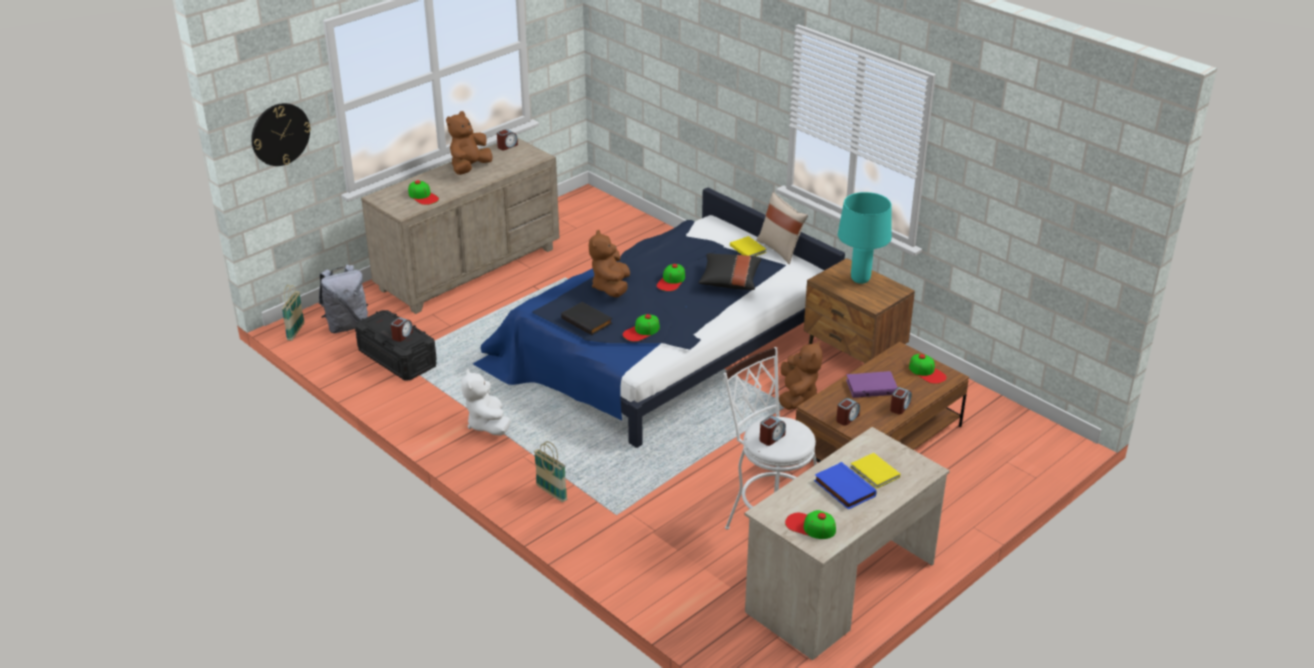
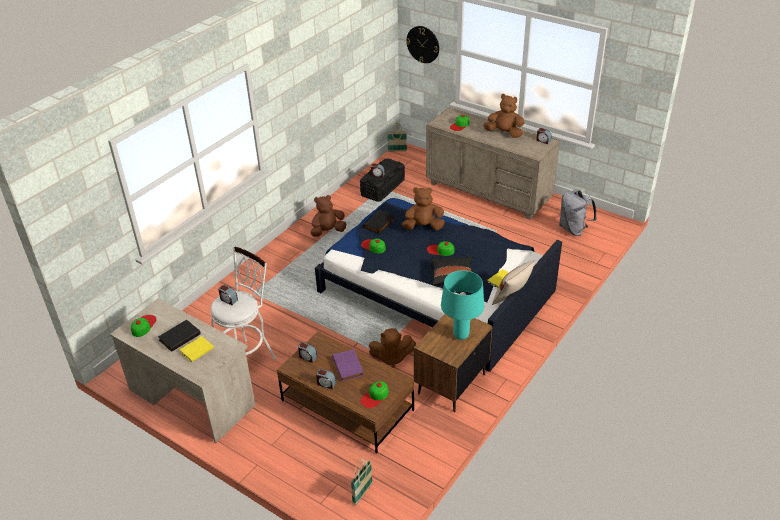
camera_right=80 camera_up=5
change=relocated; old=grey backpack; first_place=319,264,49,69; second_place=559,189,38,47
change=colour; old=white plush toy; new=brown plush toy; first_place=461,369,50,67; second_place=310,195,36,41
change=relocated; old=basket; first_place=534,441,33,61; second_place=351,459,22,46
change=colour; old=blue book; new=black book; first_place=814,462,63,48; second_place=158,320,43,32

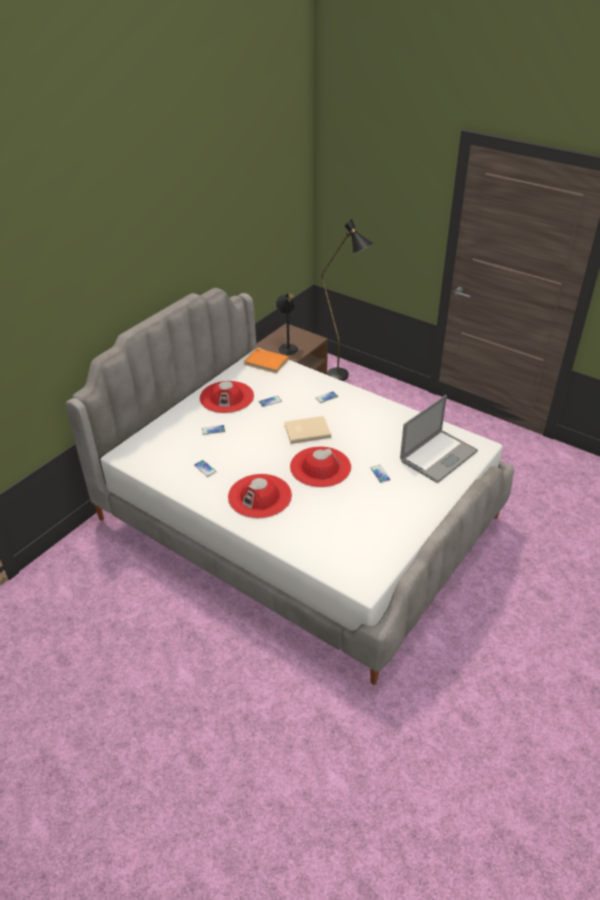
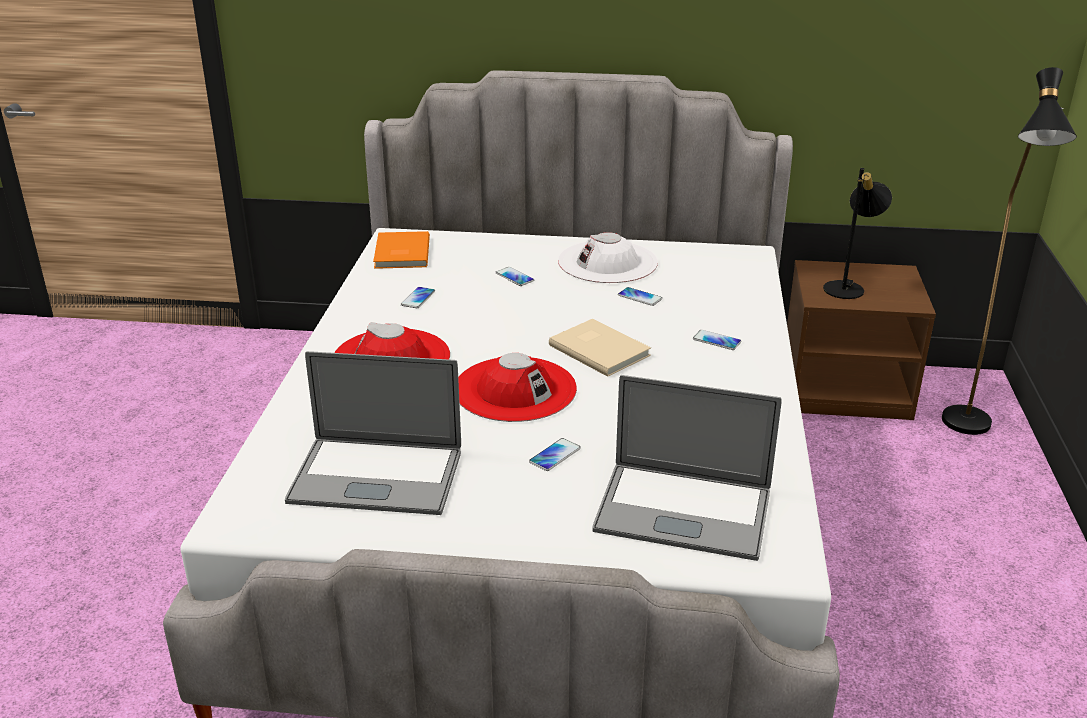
camera_right=60 camera_up=-10
change=relocated; old=orange book; first_place=244,348,45,25; second_place=373,231,57,38
change=colour; old=red hat; new=white hat; first_place=200,381,54,32; second_place=558,232,100,51
change=appeared; new=laptop; second_place=285,351,176,164

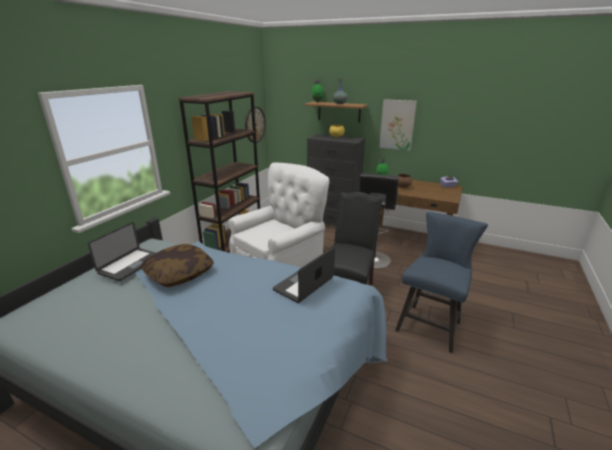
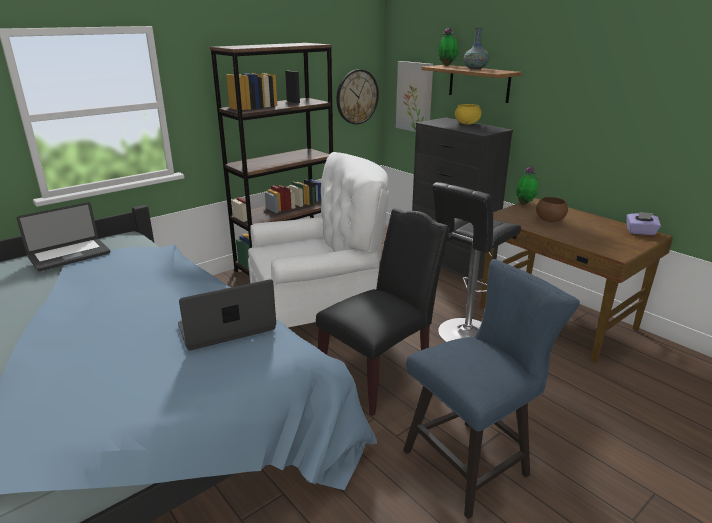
camera_right=25 camera_up=0
change=relocated; old=picture; first_place=379,99,38,52; second_place=396,61,37,71
change=missing; old=pillow; first_place=141,244,73,43

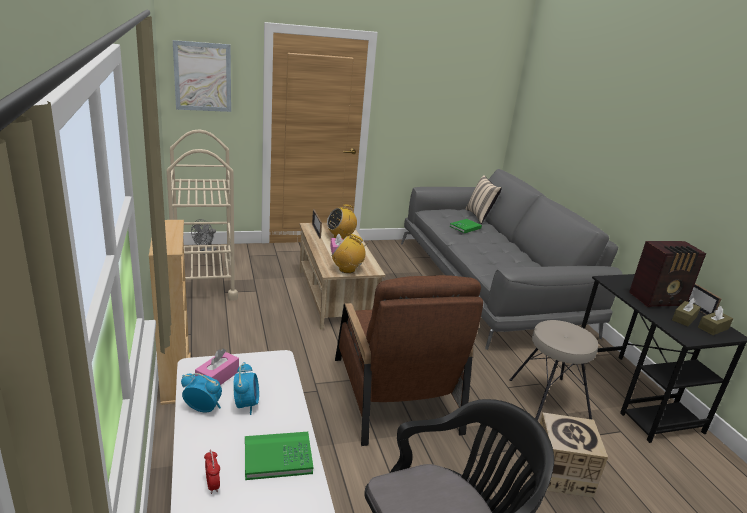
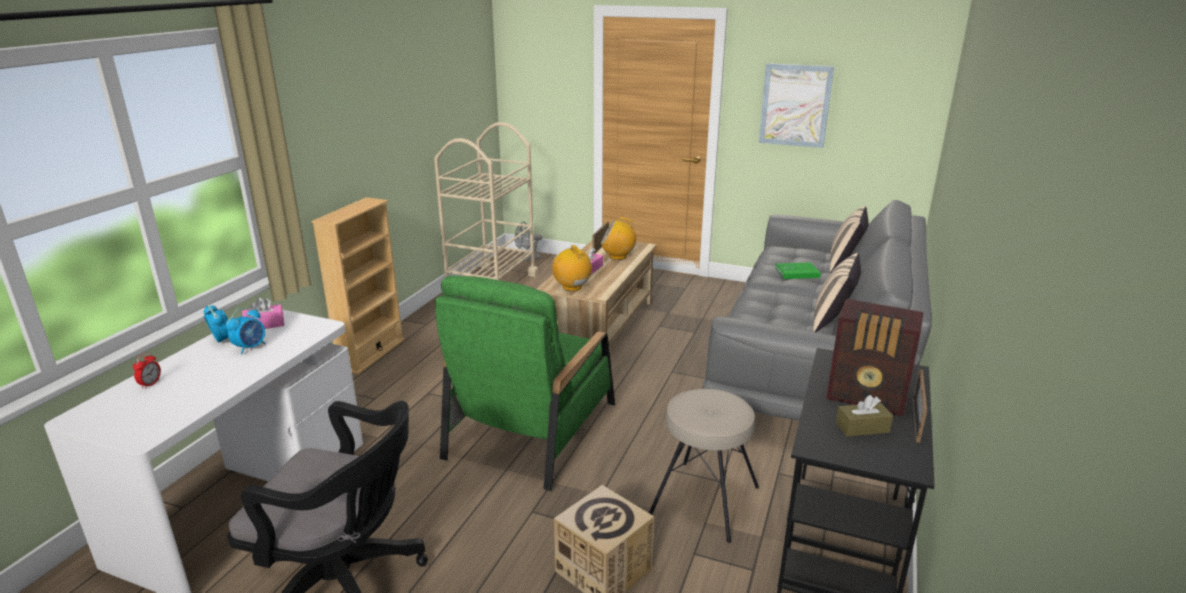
camera_right=40 camera_up=0
change=relocated; old=picture; first_place=173,40,58,72; second_place=759,63,75,85
change=colour; old=brown armchair; new=green armchair; first_place=335,275,148,171; second_place=435,276,180,215
change=missing; old=brown tissue box; first_place=698,306,35,29
change=missing; old=green book; first_place=245,432,68,48
change=appeared; new=beige pillow; second_place=813,253,48,79

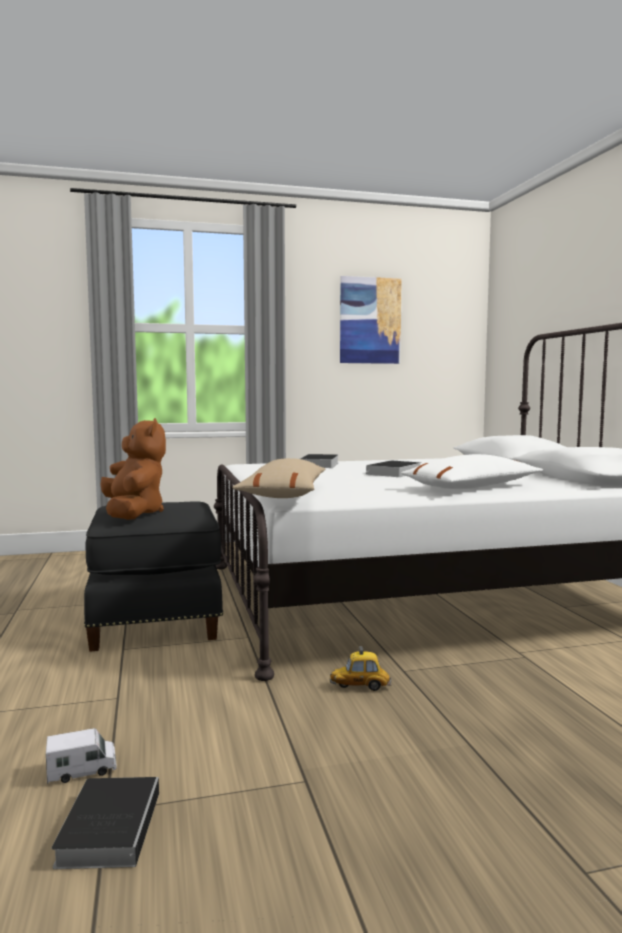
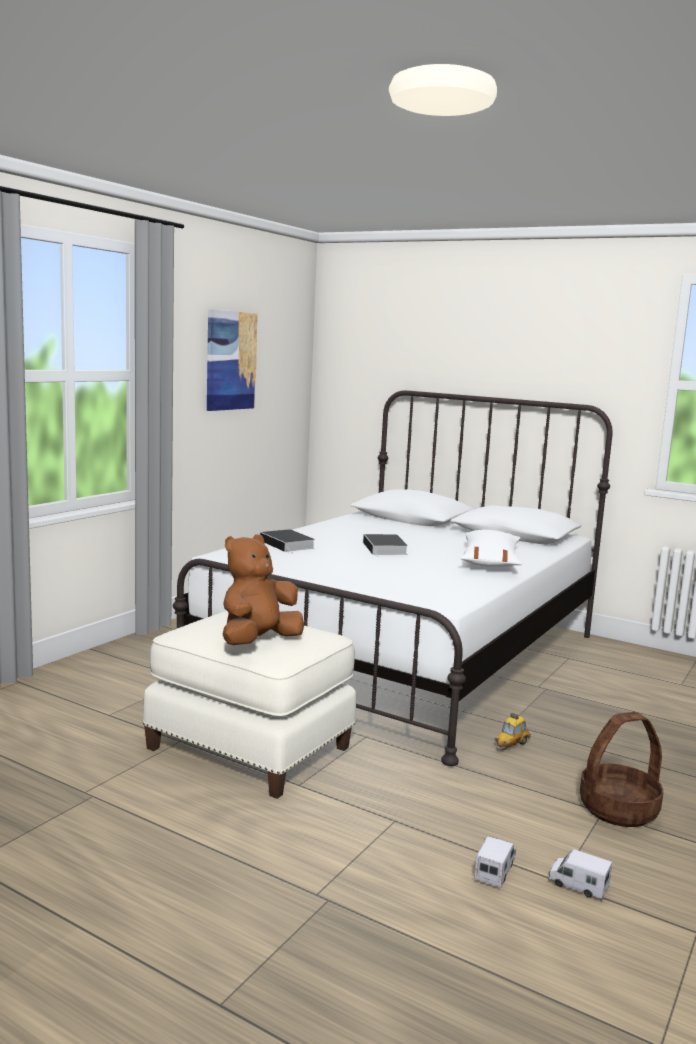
camera_right=-45 camera_up=5
change=spun; old=brown plush toy; first_place=100,418,66,102; second_place=223,534,81,111; degrees=-75
change=missing; old=beige pillow; first_place=232,458,93,40
change=colour; old=black ottoman; new=white ottoman; first_place=84,501,139,151; second_place=143,611,213,188
change=exchanged; old=book; new=toy truck; first_place=52,777,107,92; second_place=548,849,64,51
change=appeared; new=basket; second_place=580,712,84,115

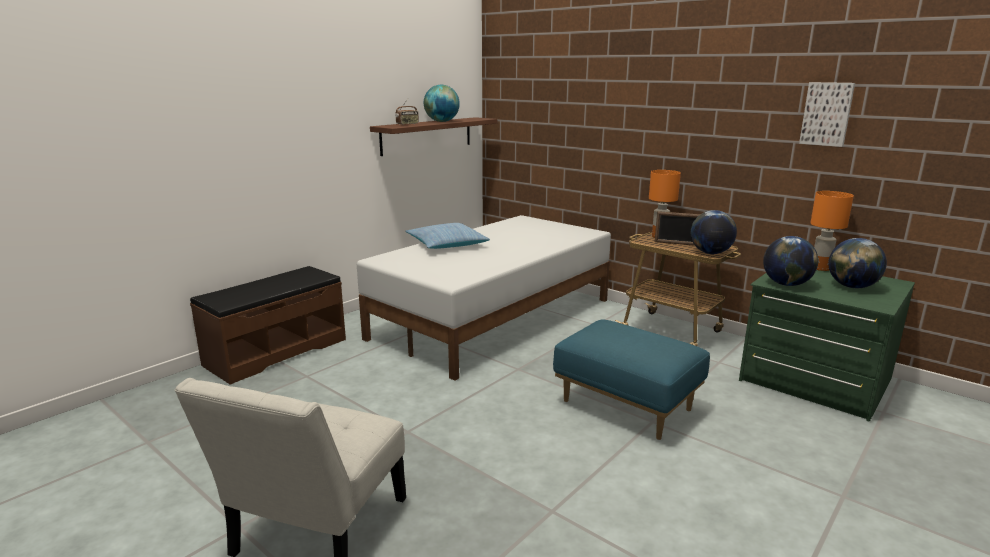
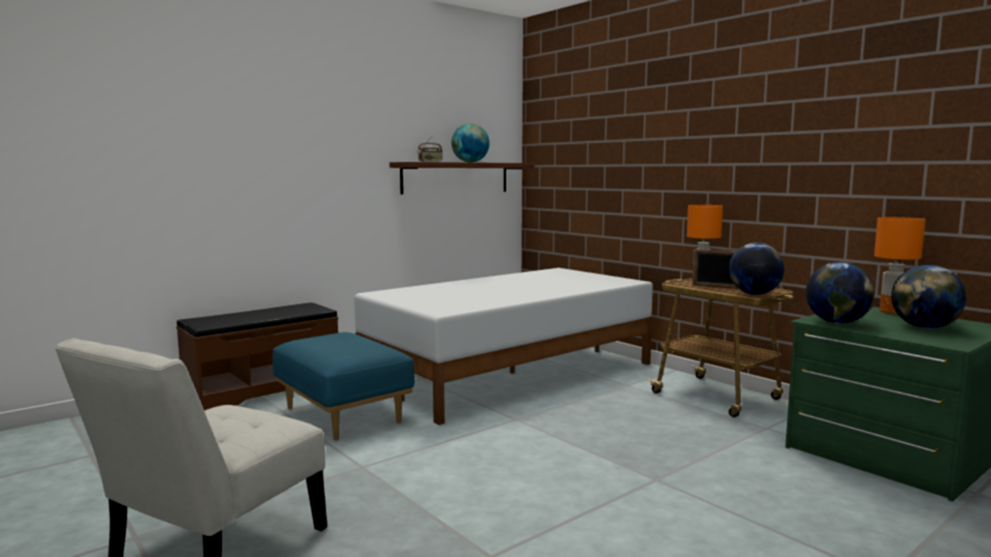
camera_right=10 camera_up=-10
change=missing; old=picture; first_place=799,82,56,65
change=missing; old=pillow; first_place=405,223,85,26
change=relocated; old=blue ottoman; first_place=553,320,157,120; second_place=273,332,142,109

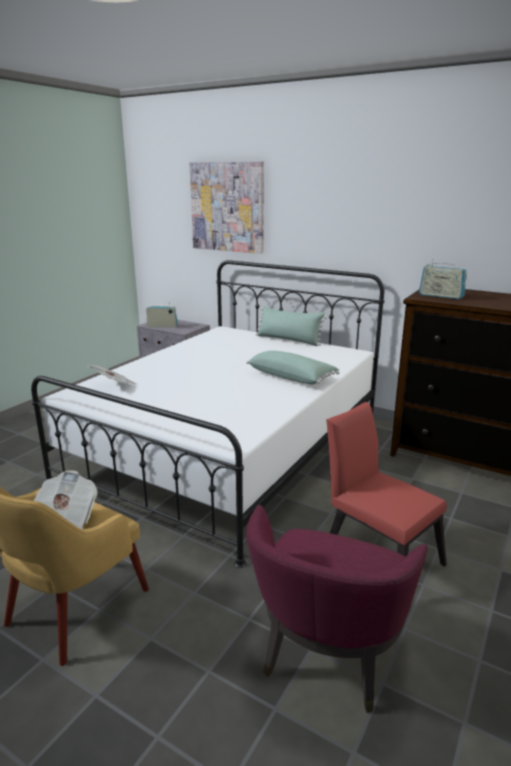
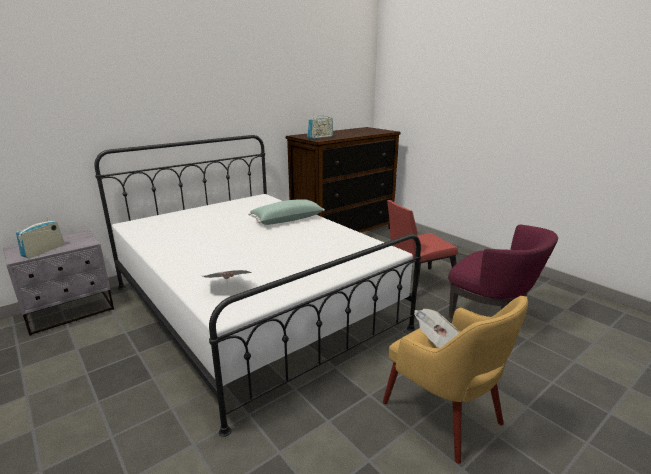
camera_right=-70 camera_up=0
change=missing; old=picture; first_place=190,161,74,93
change=missing; old=green pillow; first_place=256,306,71,40

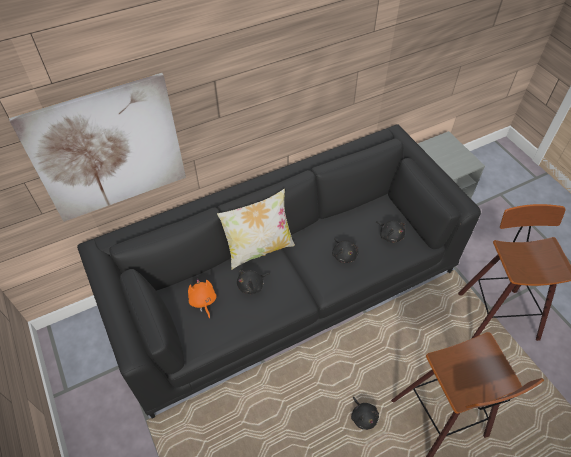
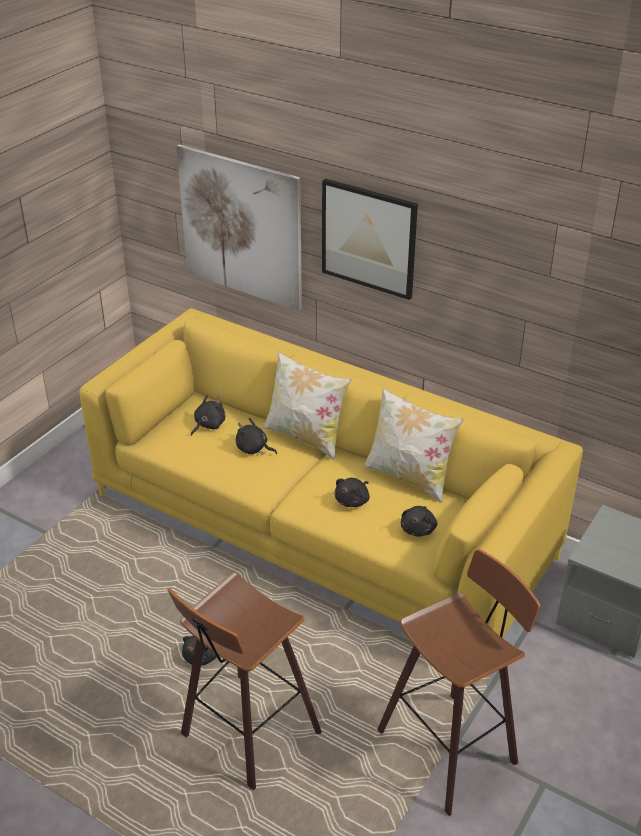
camera_right=60 camera_up=-15
change=colour; old=black sofa; new=yellow sofa; first_place=77,124,404,295; second_place=80,308,503,330
change=colour; old=orange plush toy; new=black plush toy; first_place=188,278,29,41; second_place=191,395,34,41
change=appeared; new=picture; second_place=322,179,96,121
change=appeared; new=pillow; second_place=364,387,100,116

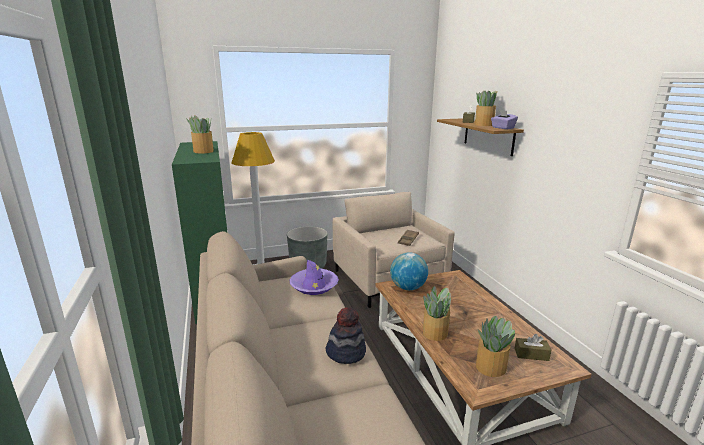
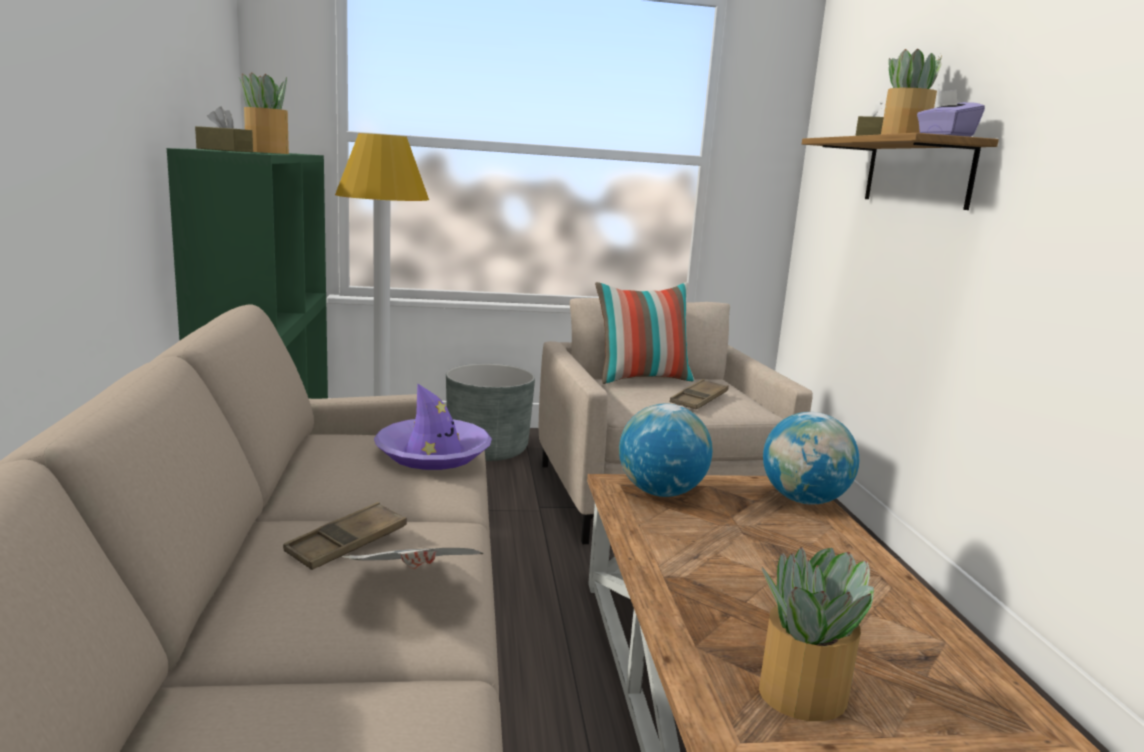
camera_right=10 camera_up=-5
change=missing; old=potted plant; first_place=423,286,28,55
change=exchanged; old=hat; new=newspaper; first_place=325,307,41,57; second_place=341,548,143,21
change=relocated; old=brown tissue box; first_place=515,334,37,27; second_place=195,106,58,46
change=appeared; new=pillow; second_place=595,282,100,102
change=appeared; new=globe; second_place=763,412,96,93
change=appeared; new=brown tray; second_place=283,502,124,68

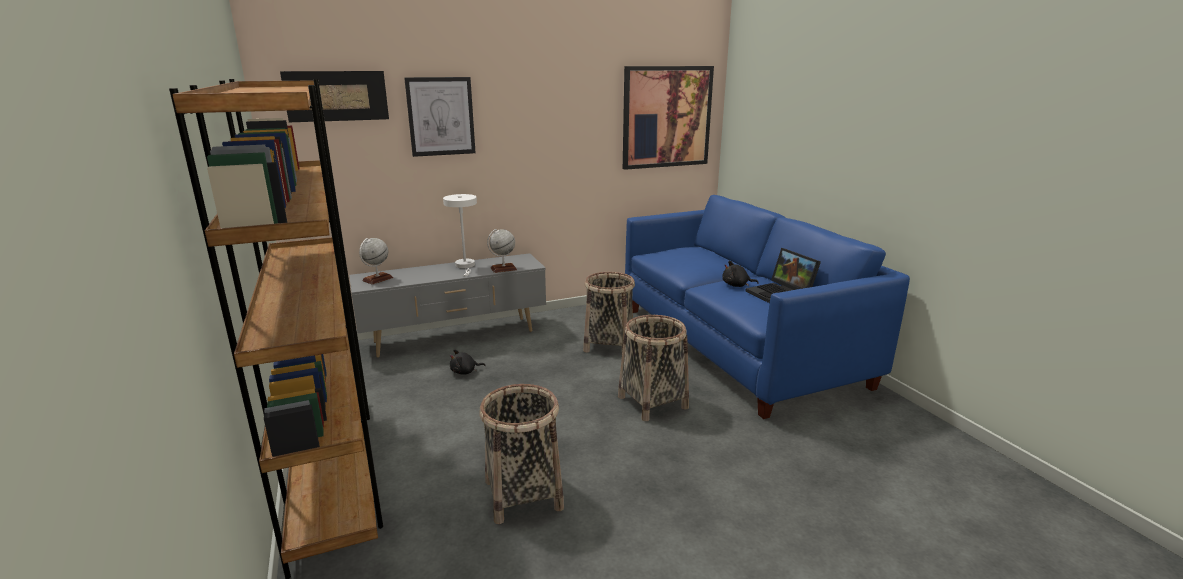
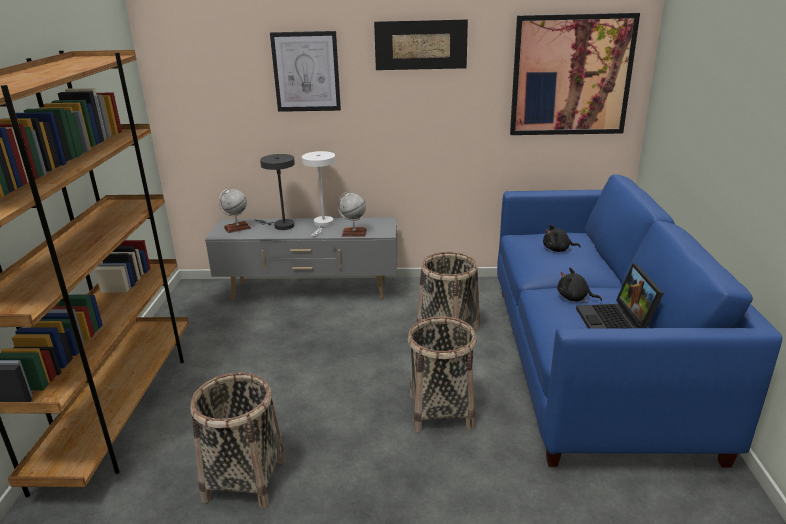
camera_right=25 camera_up=5
change=relocated; old=picture; first_place=280,71,109,51; second_place=374,20,94,50
change=relocated; old=black plush toy; first_place=450,350,36,25; second_place=543,225,37,27
change=appeared; new=grey table lamp; second_place=255,154,40,76

